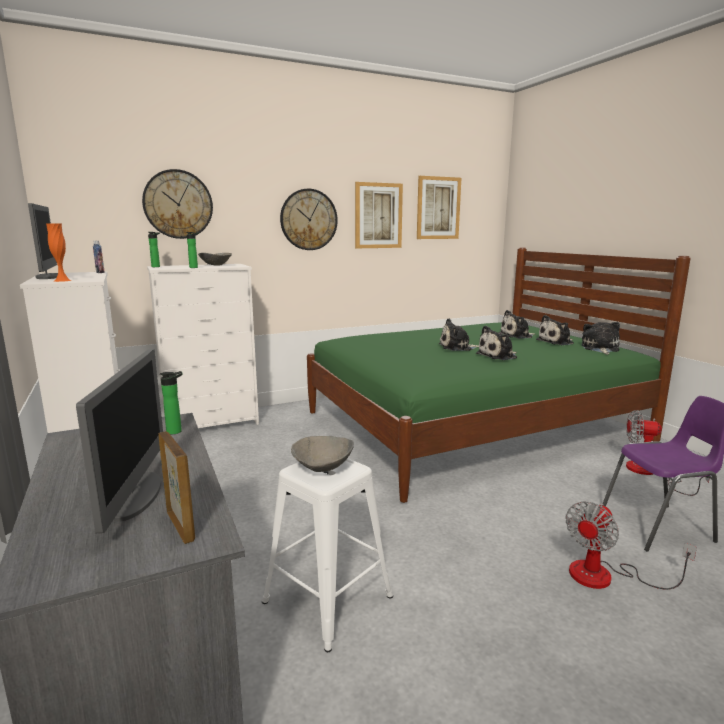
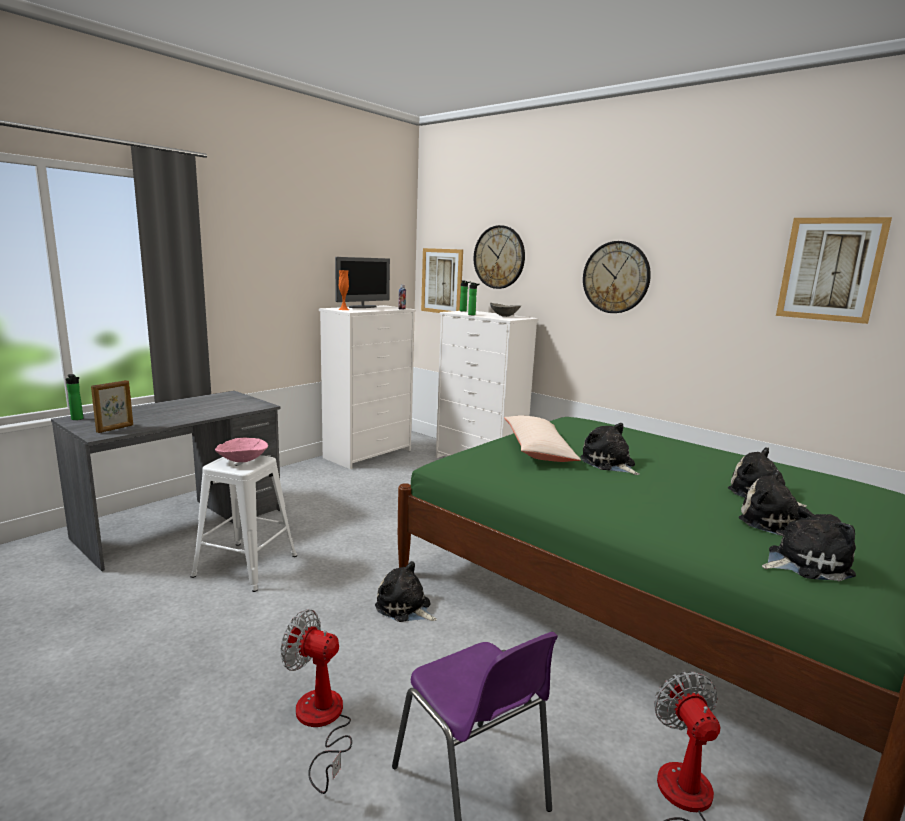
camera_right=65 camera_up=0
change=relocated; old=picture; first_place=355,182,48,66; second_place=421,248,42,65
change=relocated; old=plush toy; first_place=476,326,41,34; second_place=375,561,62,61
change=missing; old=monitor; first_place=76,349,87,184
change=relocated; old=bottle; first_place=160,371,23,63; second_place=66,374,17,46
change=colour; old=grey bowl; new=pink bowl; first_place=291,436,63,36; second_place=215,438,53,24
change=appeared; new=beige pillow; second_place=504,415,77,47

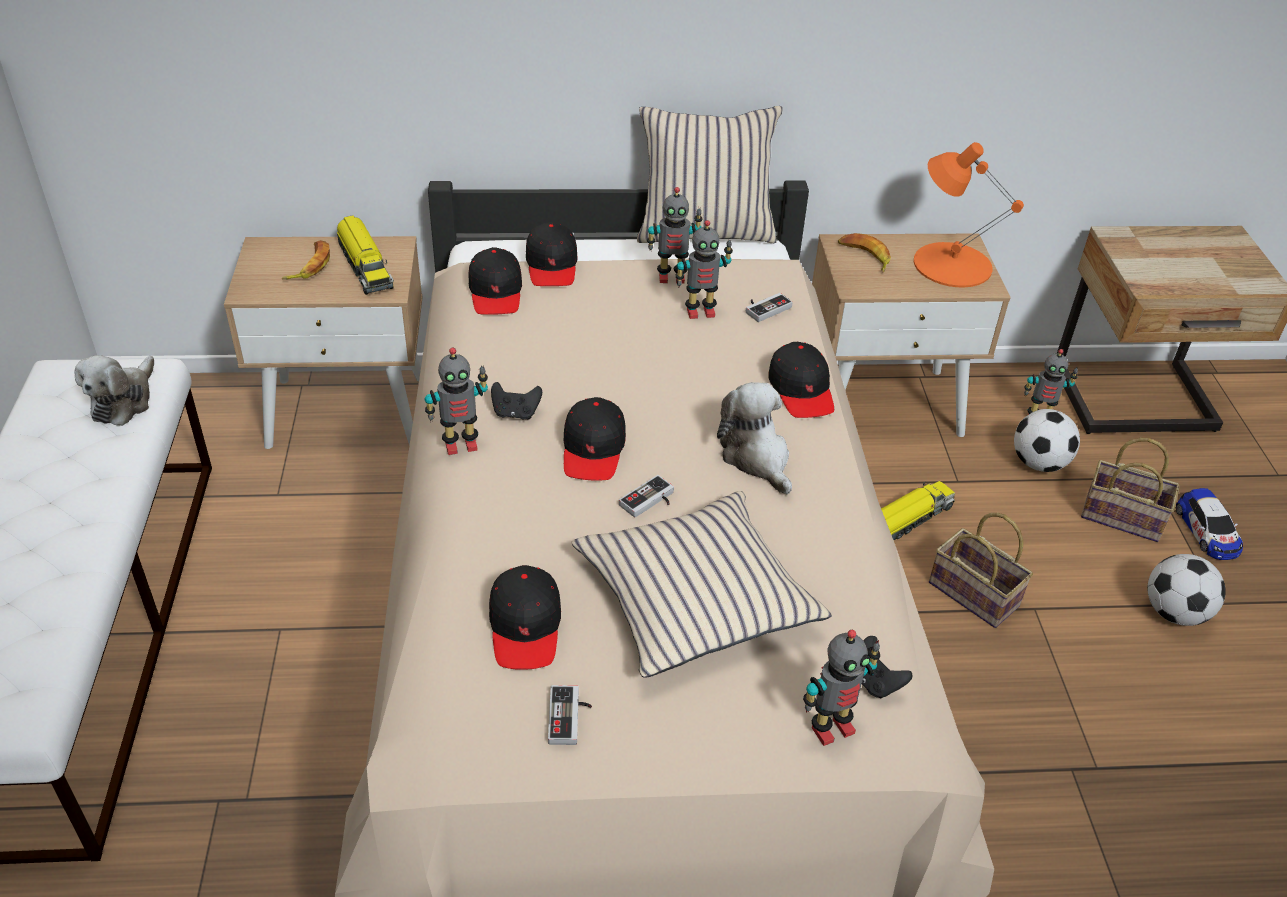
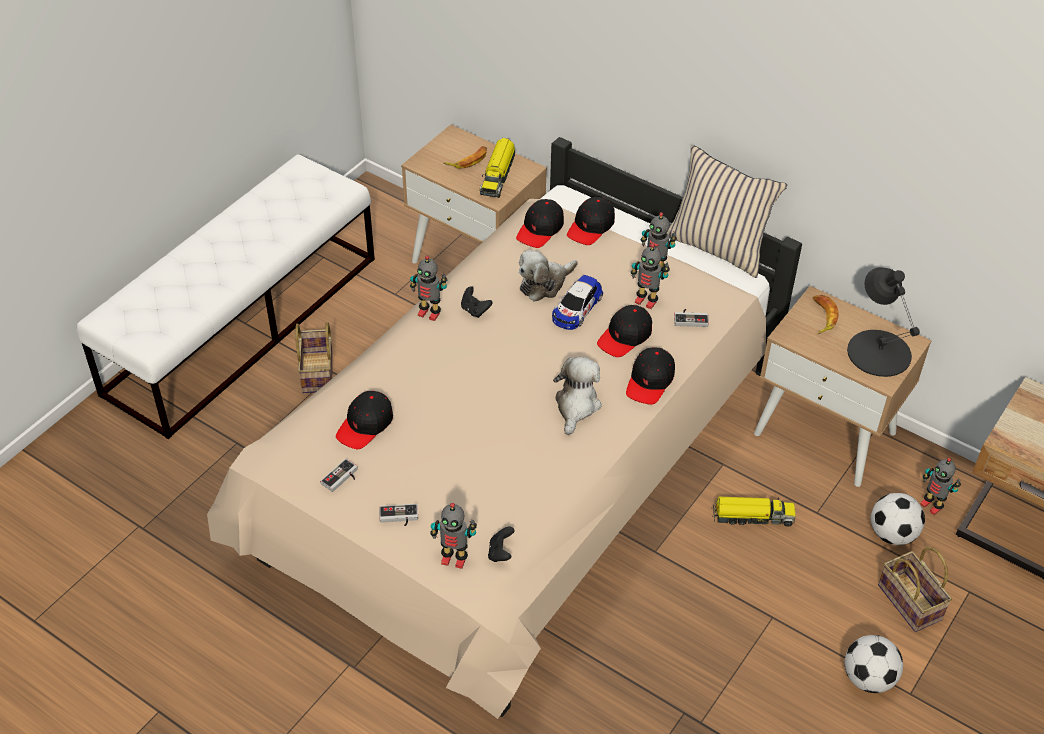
camera_right=40 camera_up=5
change=colour; old=orange table lamp; new=black table lamp; first_place=914,142,110,145; second_place=847,267,73,110
change=relocated; old=plush toy; first_place=74,355,80,71; second_place=519,250,58,52
change=relocated; old=black cap; first_place=563,397,63,83; second_place=597,305,55,52
change=relocated; old=game controller; first_place=619,475,55,42; second_place=379,504,39,22
change=relocated; old=toy car; first_place=1176,488,67,72; second_place=552,275,51,55
change=missing; old=beige pillow; first_place=572,491,260,187
change=relocated; old=basket; first_place=929,513,104,115; second_place=295,322,38,71

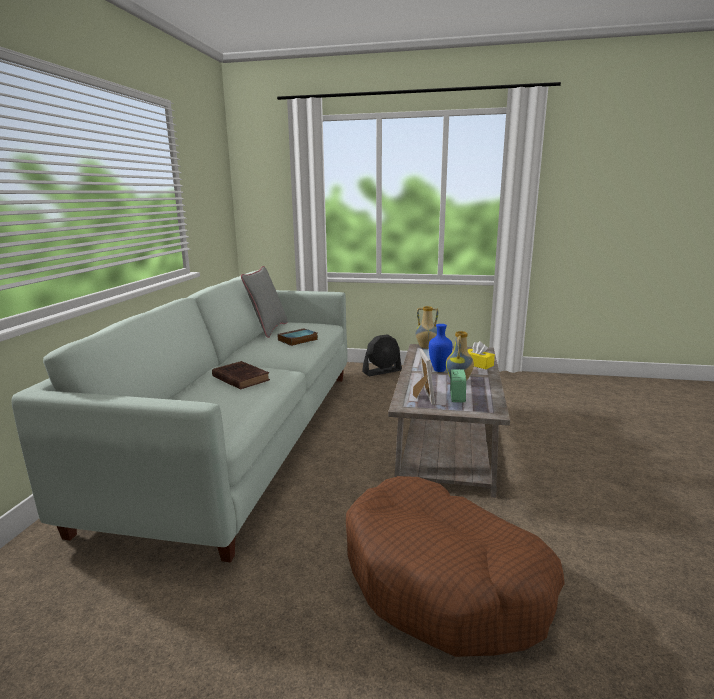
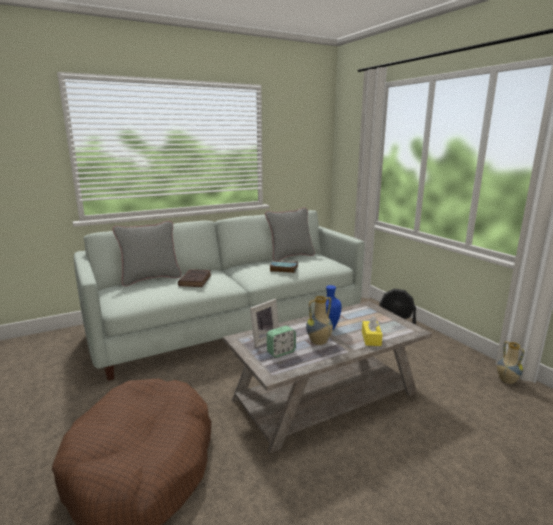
camera_right=50 camera_up=0
change=relocated; old=vase; first_place=416,306,23,43; second_place=497,341,27,43
change=appeared; new=grey pillow; second_place=113,221,69,65

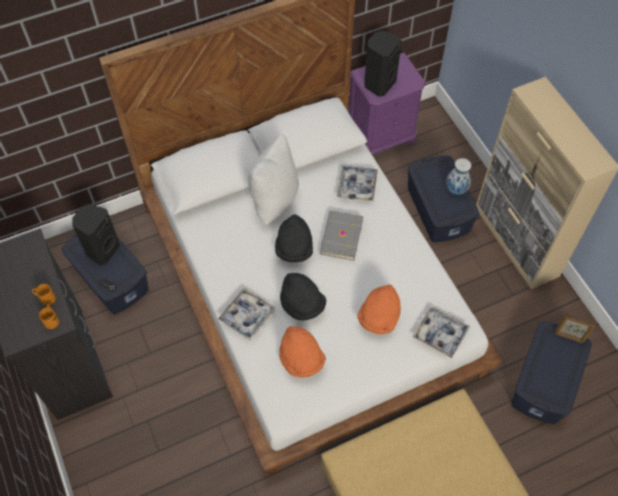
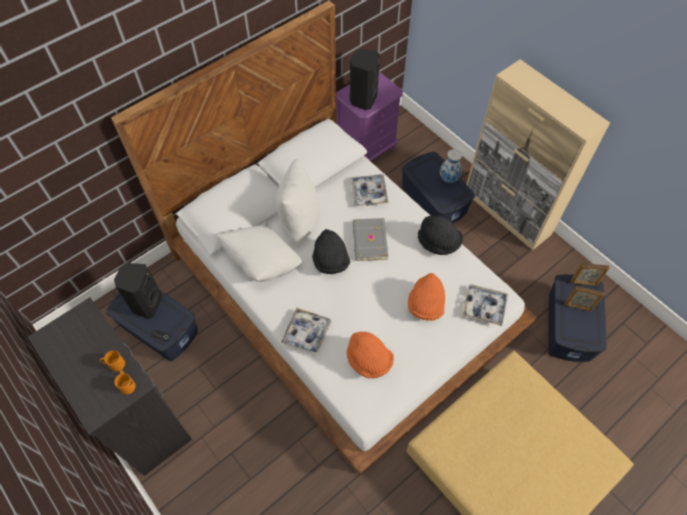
camera_right=-15 camera_up=0
change=relocated; old=black hat; first_place=280,273,46,47; second_place=418,215,45,40
change=appeared; new=white pillow; second_place=217,224,86,58
change=appeared; new=picture frame; second_place=565,286,39,26

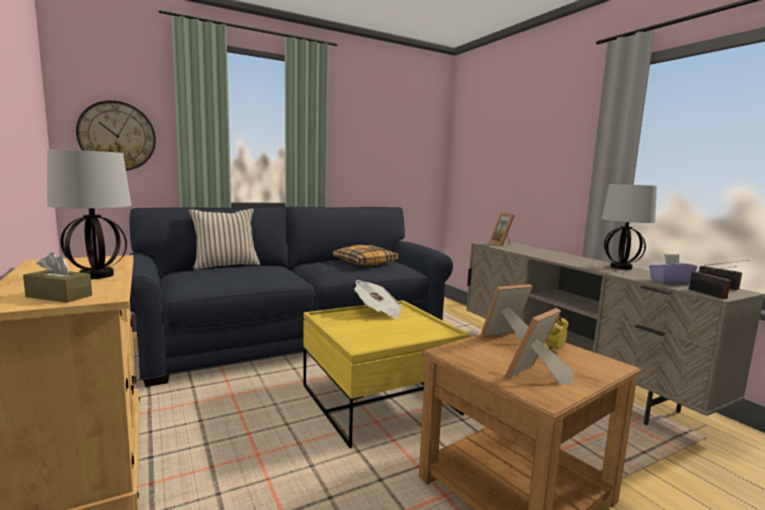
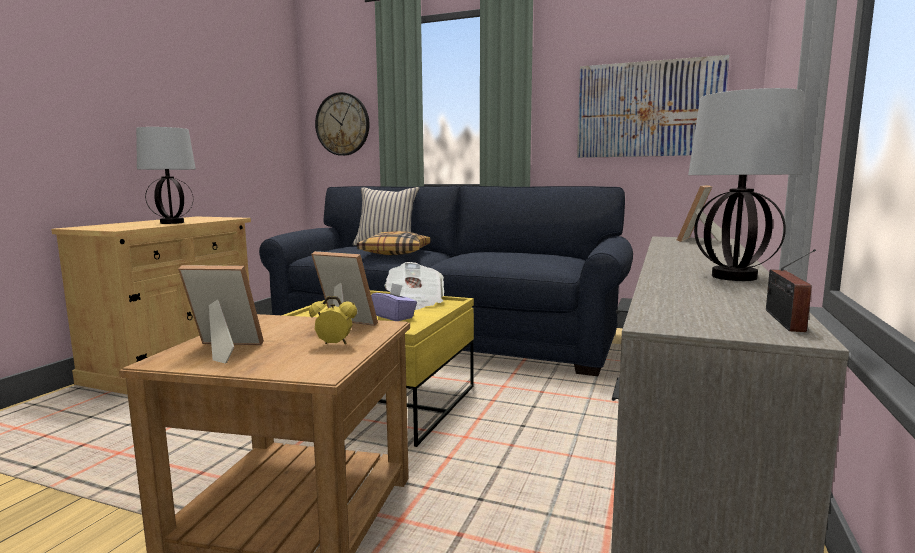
camera_right=50 camera_up=0
change=relocated; old=pillow; first_place=333,245,65,21; second_place=357,231,74,24
change=missing; old=brown tissue box; first_place=23,253,69,50
change=relocated; old=purple tissue box; first_place=649,254,48,30; second_place=371,283,46,38
change=missing; old=radio; first_place=689,266,48,33
change=appeared; new=picture; second_place=577,55,152,103

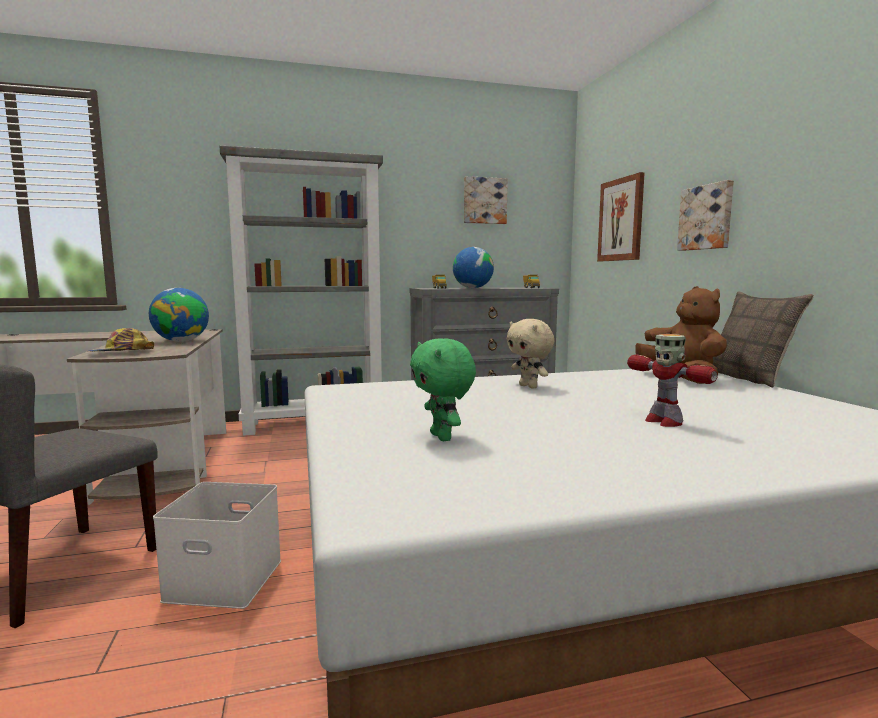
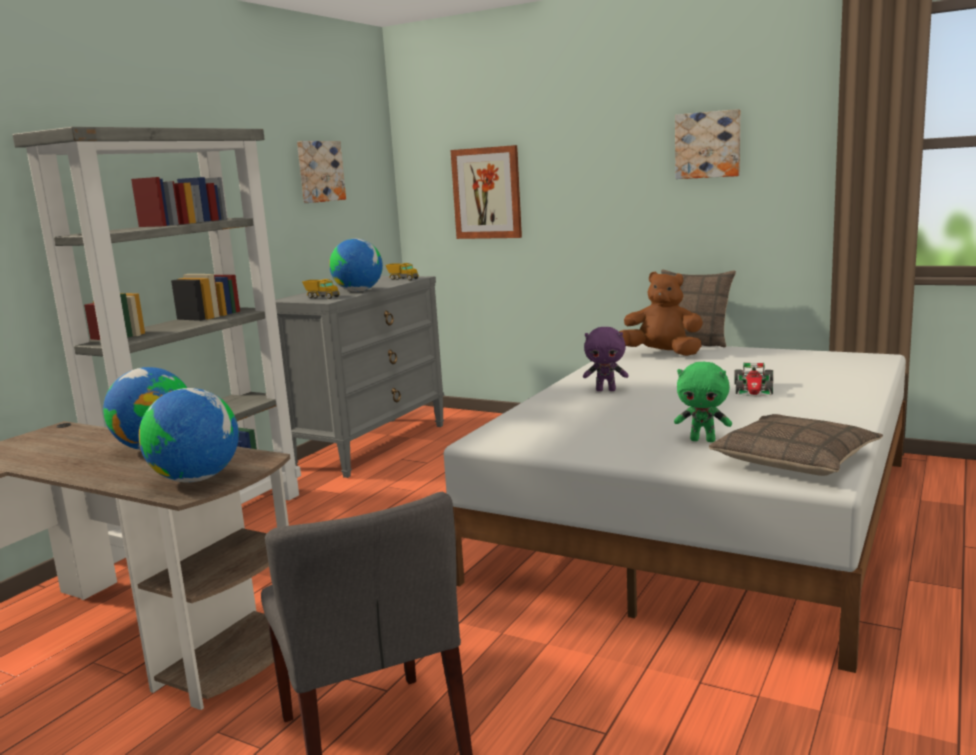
camera_right=-45 camera_up=5
change=relocated; old=picture; first_place=677,180,57,71; second_place=675,109,65,70
change=colour; old=beige plush toy; new=purple plush toy; first_place=507,319,47,70; second_place=583,327,46,64
change=exchanged; old=cap; new=globe; first_place=89,328,65,24; second_place=139,388,100,94
change=exchanged; old=toy robot; new=toy car; first_place=627,334,91,93; second_place=734,363,39,33
change=missing; old=white storage box; first_place=153,482,128,127
change=appeared; new=pillow; second_place=709,414,174,62

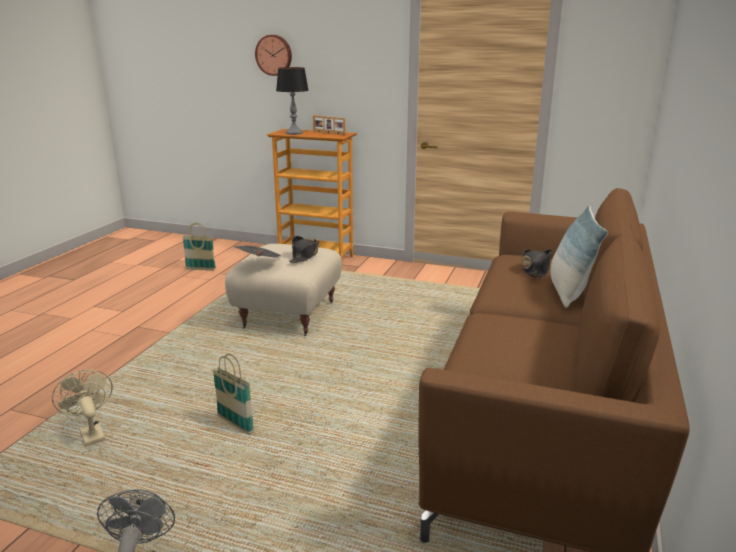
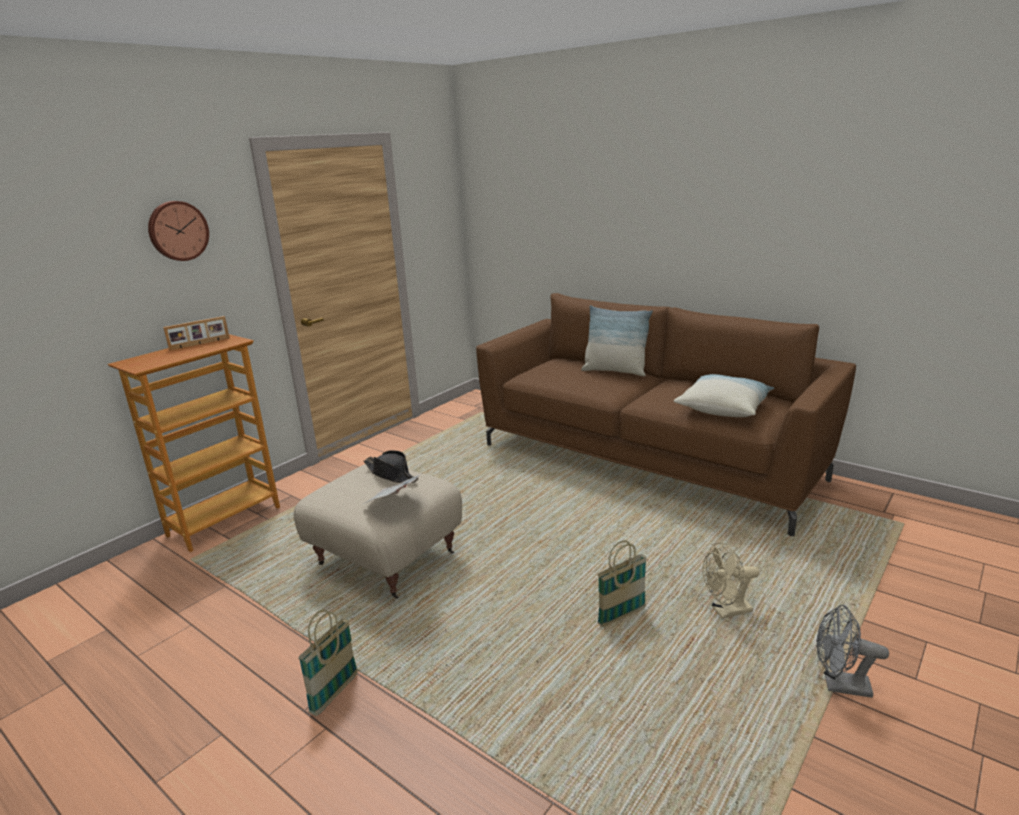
camera_right=-70 camera_up=0
change=relocated; old=wall clock; first_place=255,35,37,41; second_place=148,201,61,60
change=missing; old=table lamp; first_place=276,67,33,68
change=relocated; old=basket; first_place=182,223,34,47; second_place=298,609,60,107
change=missing; old=black hat; first_place=522,249,30,29
change=relocated; old=beige fan; first_place=52,370,61,77; second_place=702,542,58,76
change=appeared; new=pillow; second_place=674,374,101,43

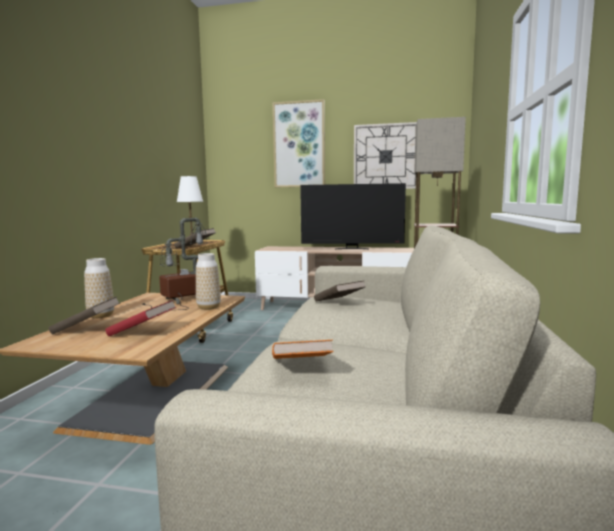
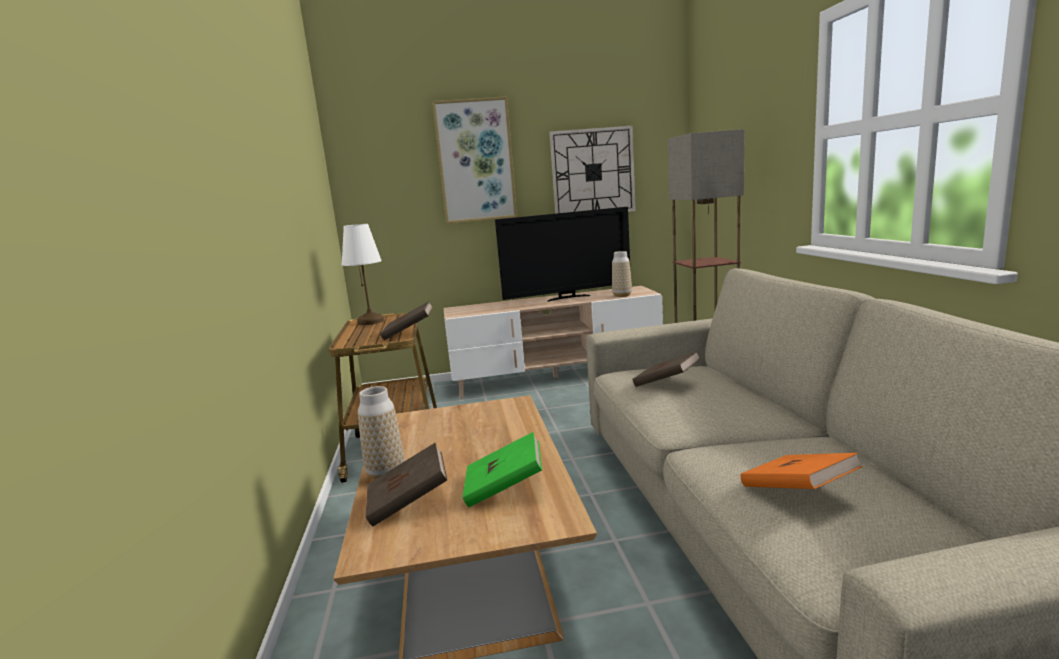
camera_right=-20 camera_up=5
change=missing; old=table lamp; first_place=142,218,65,92
change=relocated; old=vase; first_place=196,253,25,57; second_place=612,251,20,46
change=colour; old=red book; new=green book; first_place=105,300,72,36; second_place=463,432,79,75

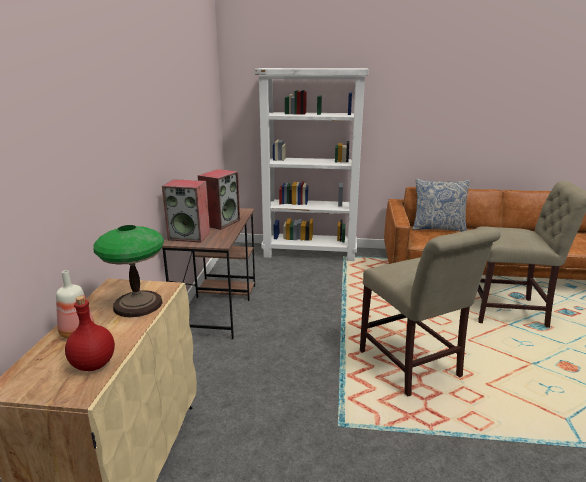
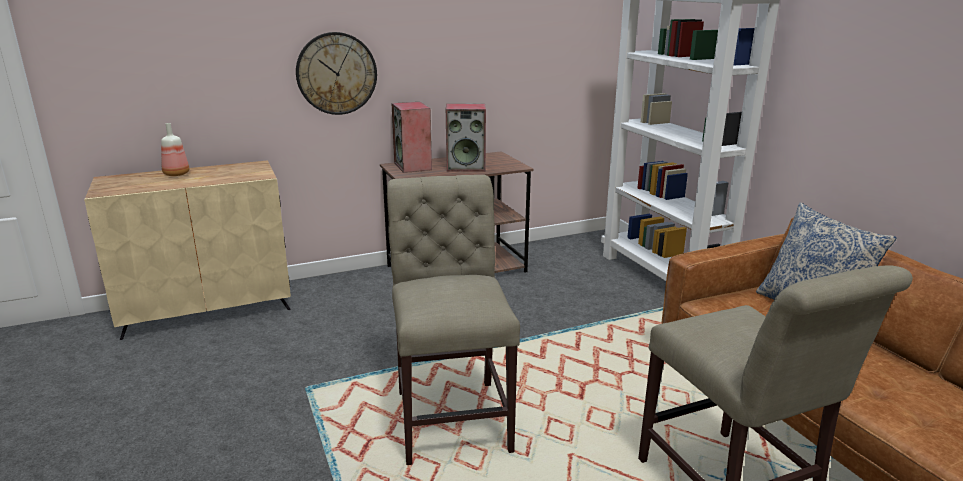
camera_right=60 camera_up=0
change=missing; old=table lamp; first_place=93,225,71,92
change=spun; old=beige chair; first_place=360,227,141,170; second_place=387,175,133,290; degrees=135
change=missing; old=red bottle; first_place=65,296,50,75
change=appeared; new=wall clock; second_place=296,32,81,83

